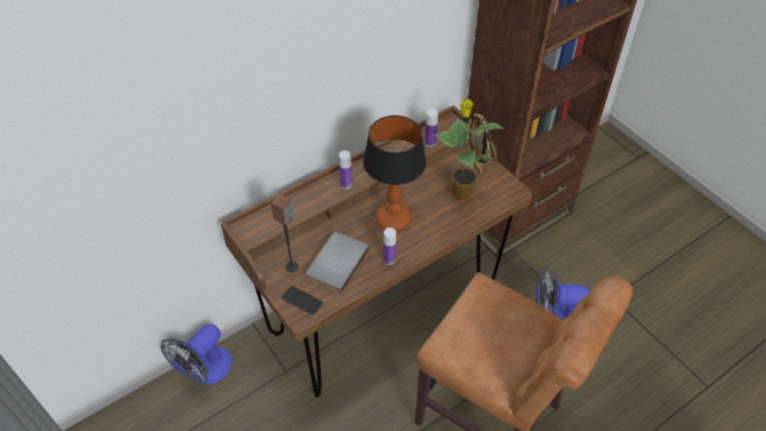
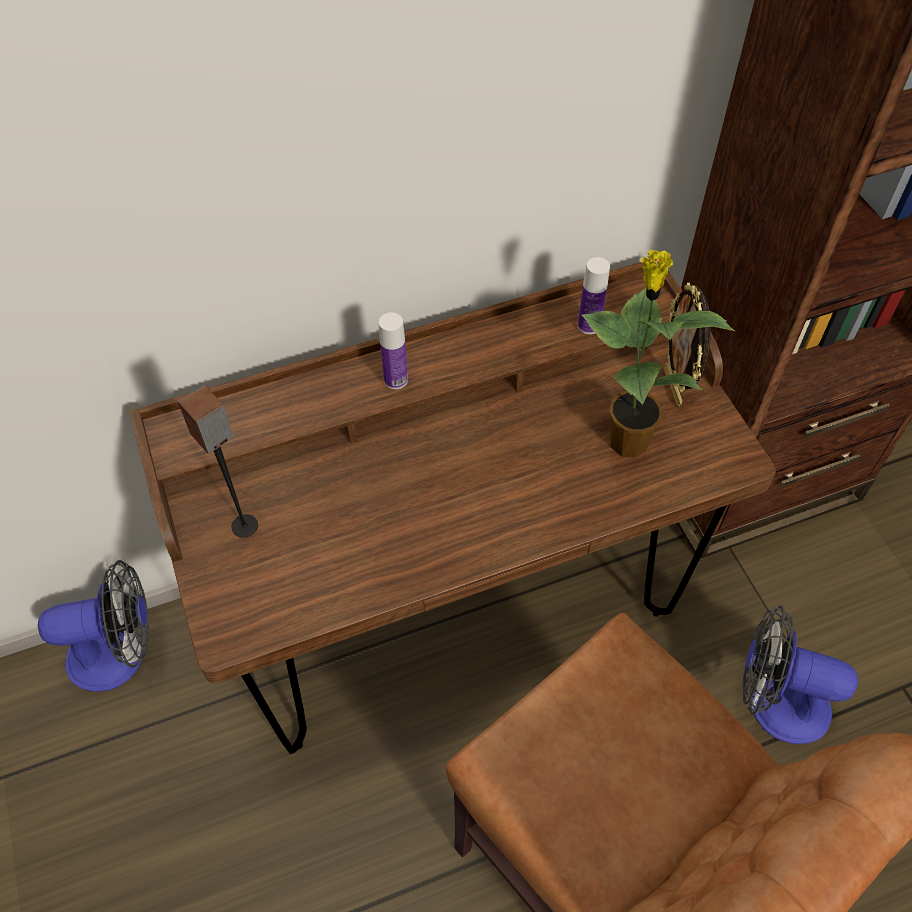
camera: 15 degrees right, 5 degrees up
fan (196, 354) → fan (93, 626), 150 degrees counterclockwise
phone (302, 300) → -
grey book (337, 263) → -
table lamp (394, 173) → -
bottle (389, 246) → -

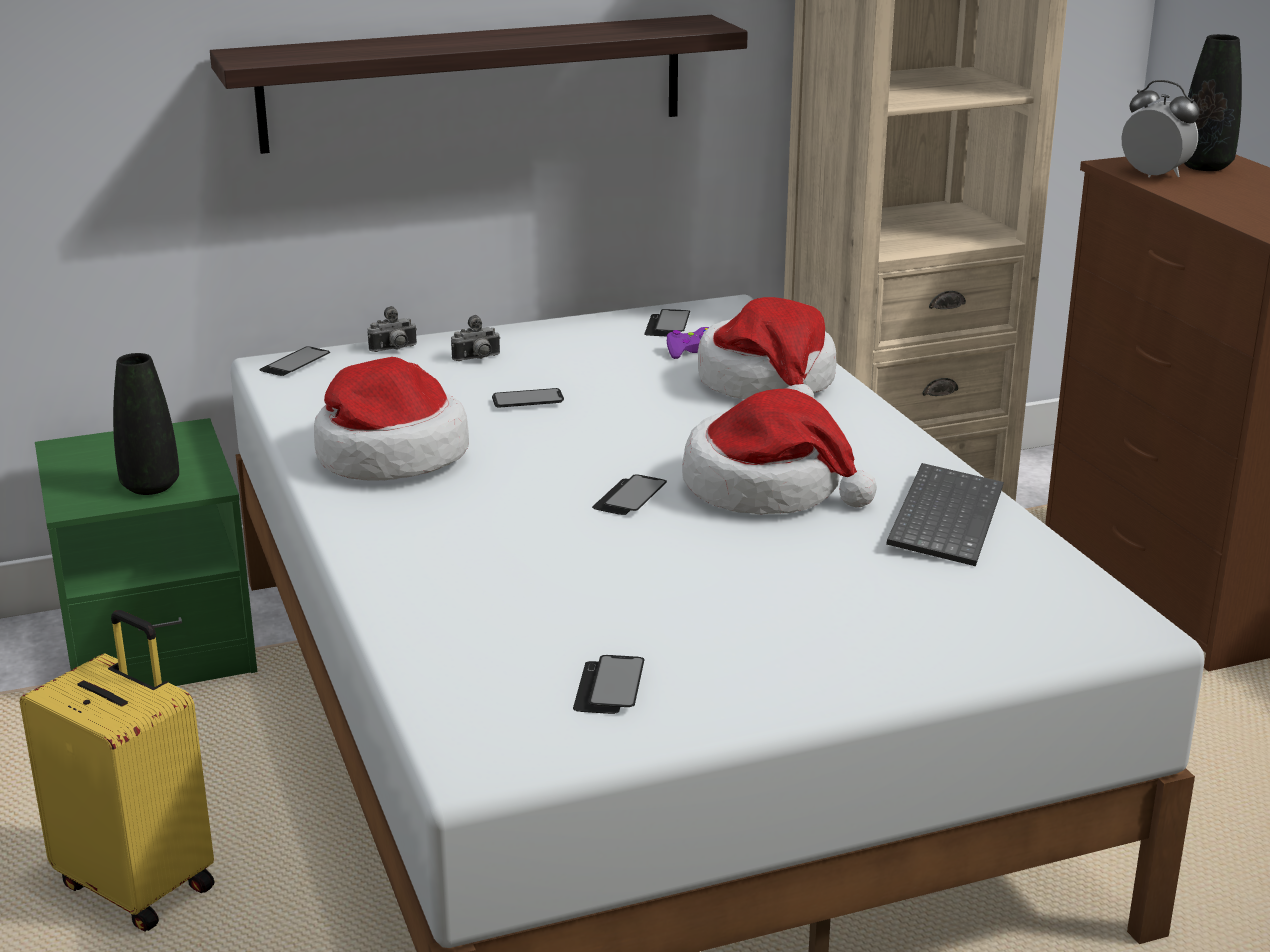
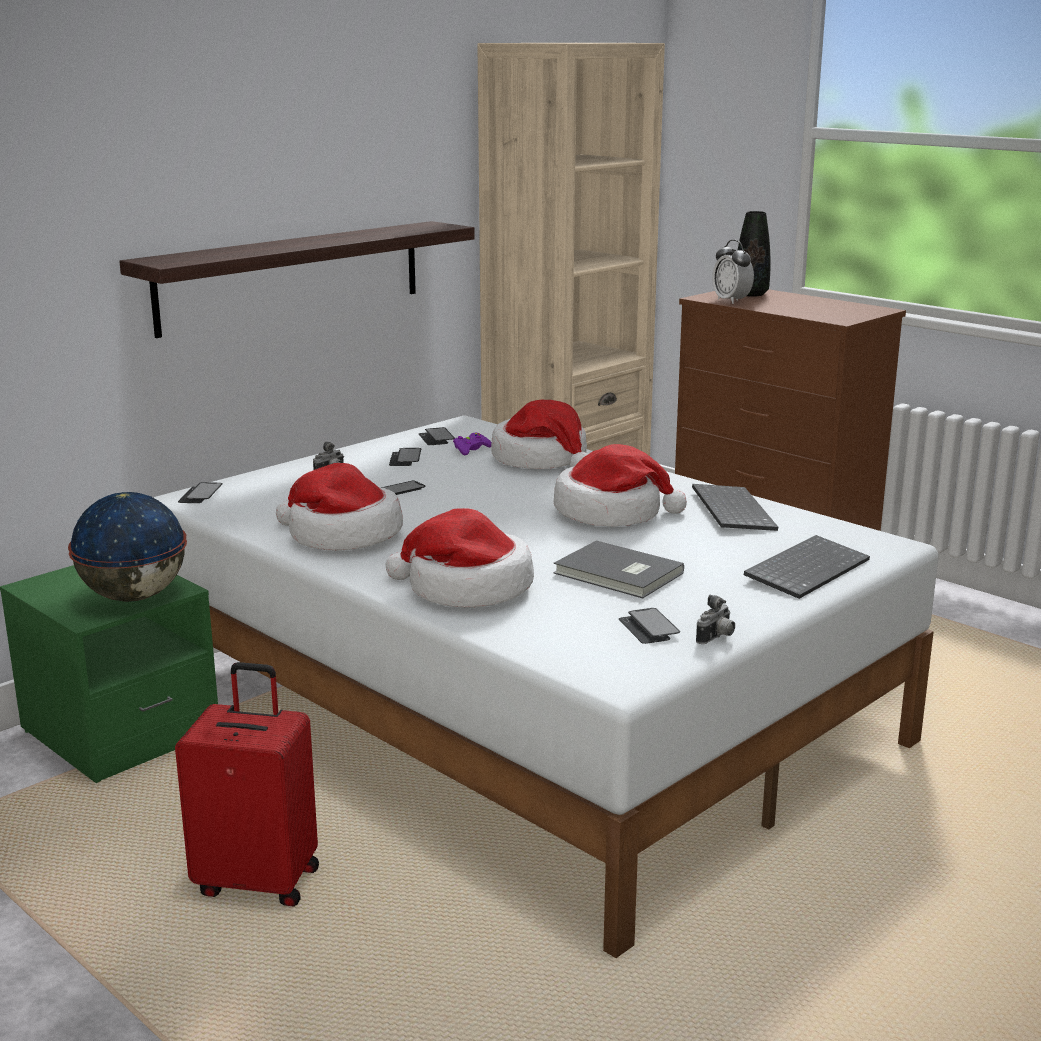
camera: 25 degrees left, 5 degrees down
black vase (146, 424) → globe (127, 547)
yellow suitcase (117, 771) → red suitcase (247, 784)
- → hat (460, 558)
phone (629, 494) → phone (405, 457), relocated
- → grey book (618, 569)
photo camera (392, 329) → photo camera (715, 619), relocated
alarm clock (1160, 128) → alarm clock (733, 272), 135 degrees counterclockwise
- → keyboard (807, 567)

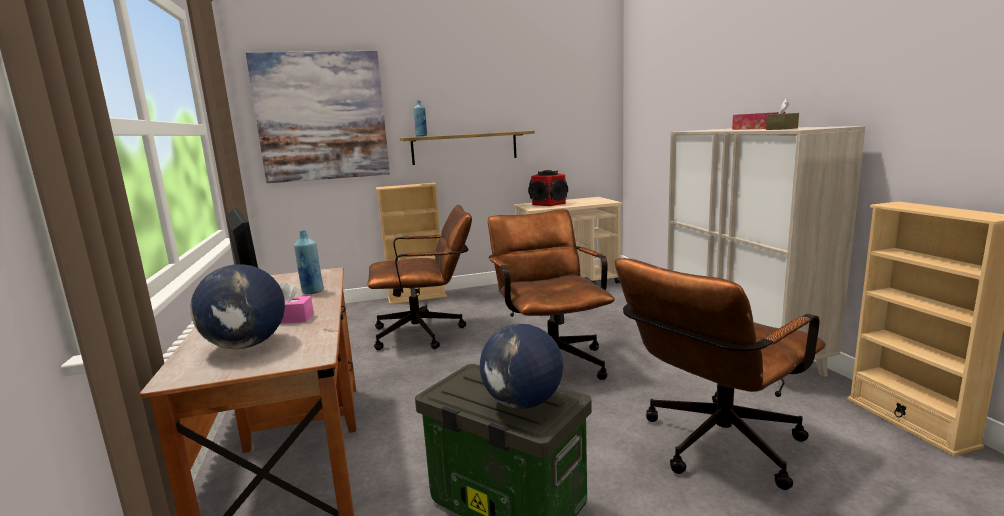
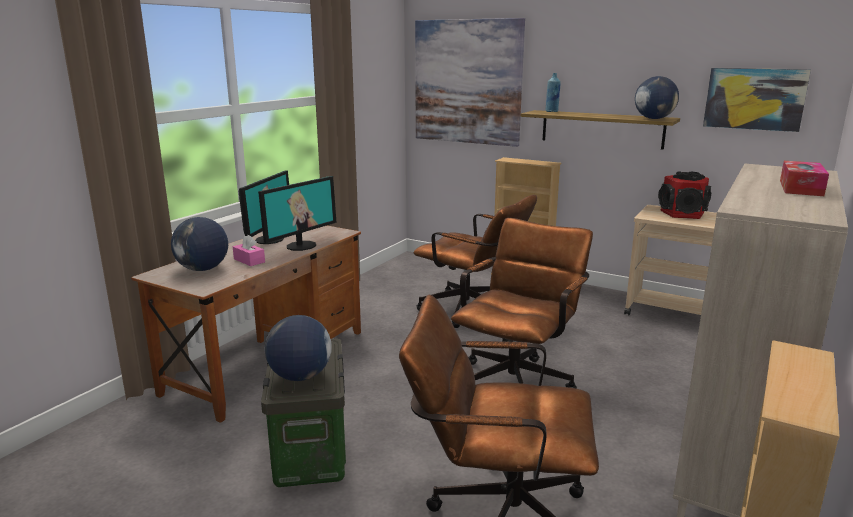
camera: 45 degrees right, 5 degrees up
blue bottle (309, 262) → monitor (297, 213)
- → globe (657, 97)
- → picture (757, 100)
brown tissue box (782, 114) → -

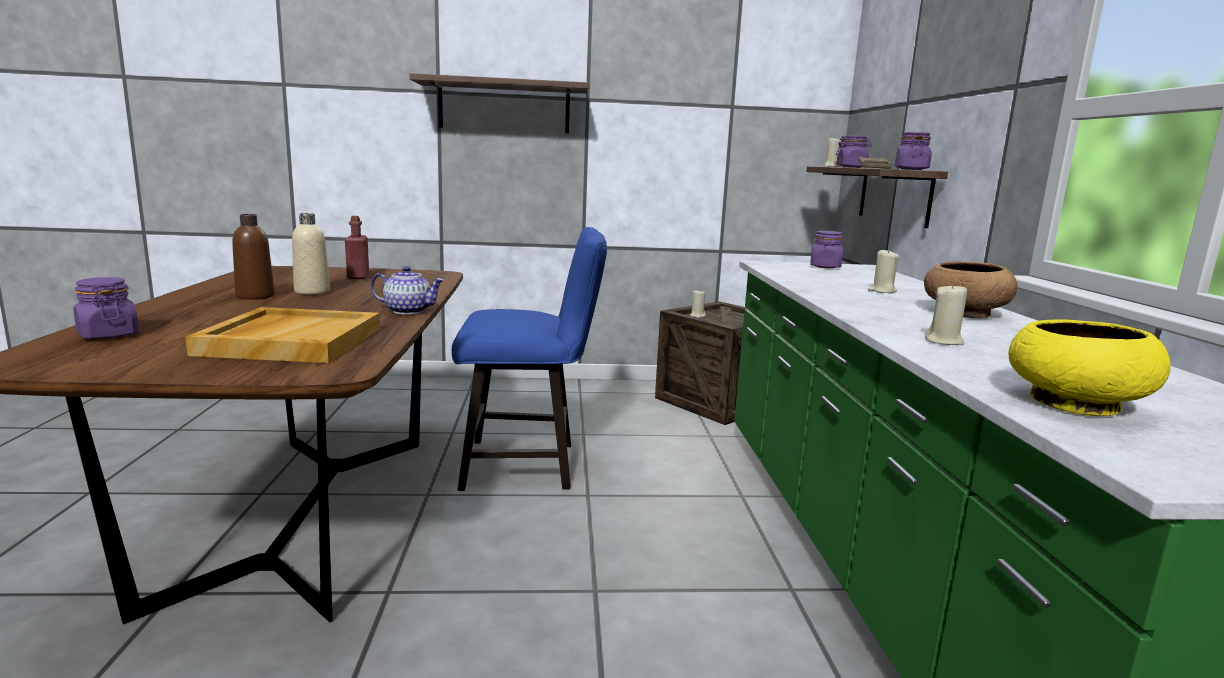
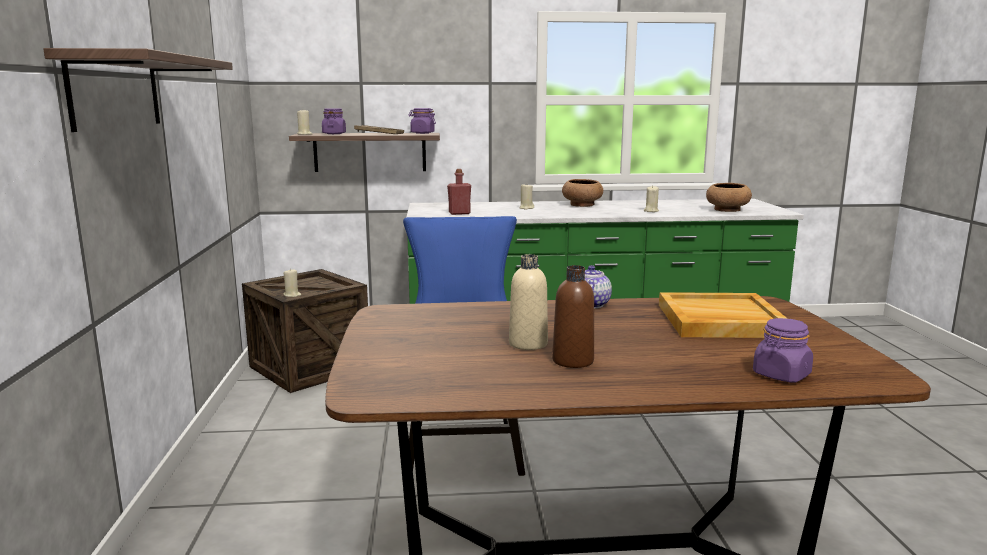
camera: 90 degrees left, 0 degrees up
red bottle (357, 247) → red bottle (459, 192), relocated
yellow bowl (1089, 367) → brown bowl (729, 197)
purple jar (826, 249) → -

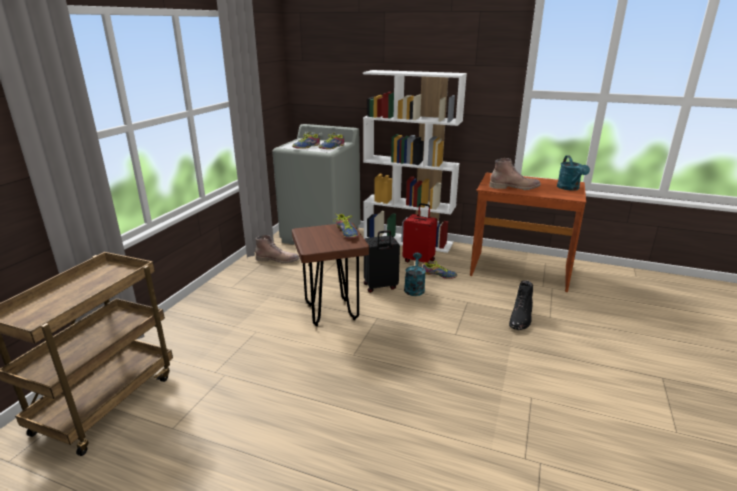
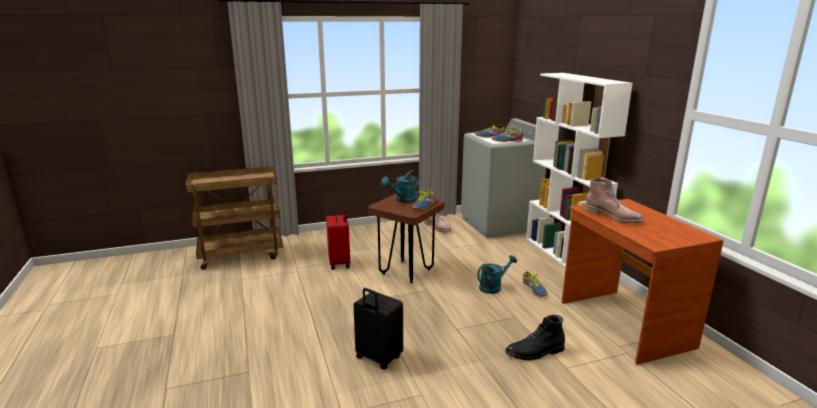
camera: 50 degrees right, 5 degrees down
red suitcase (420, 233) → red suitcase (338, 237), relocated
black suitcase (382, 261) → black suitcase (378, 329), relocated
turquoise watering can (573, 173) → turquoise watering can (400, 186), relocated

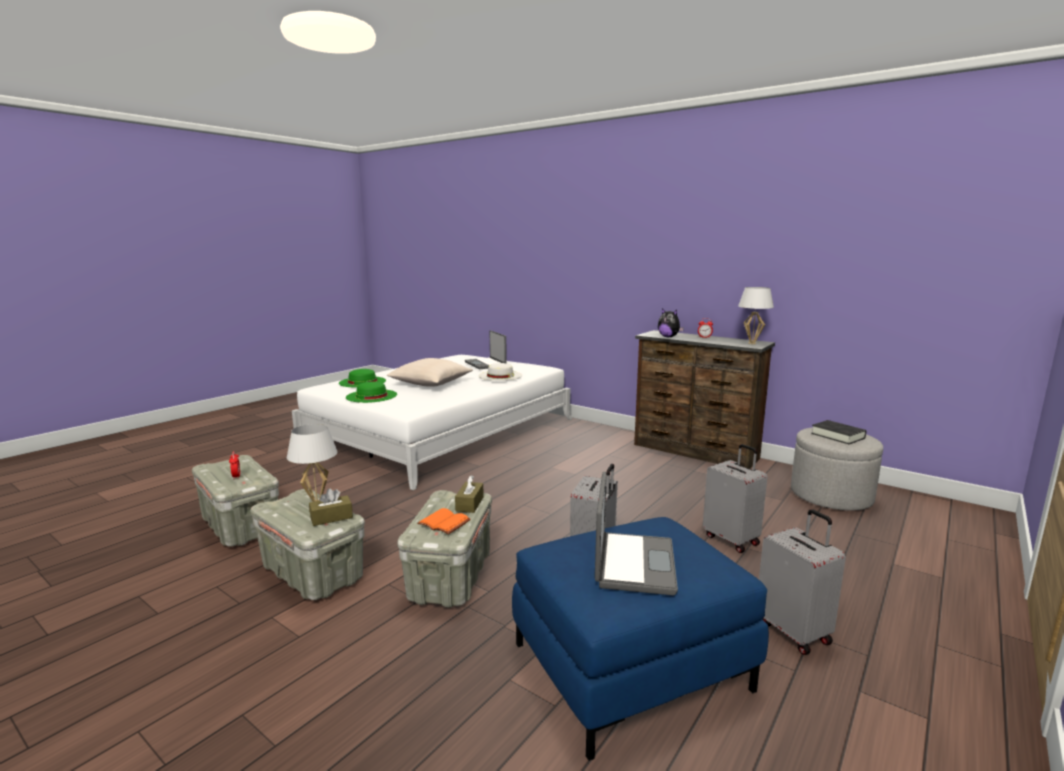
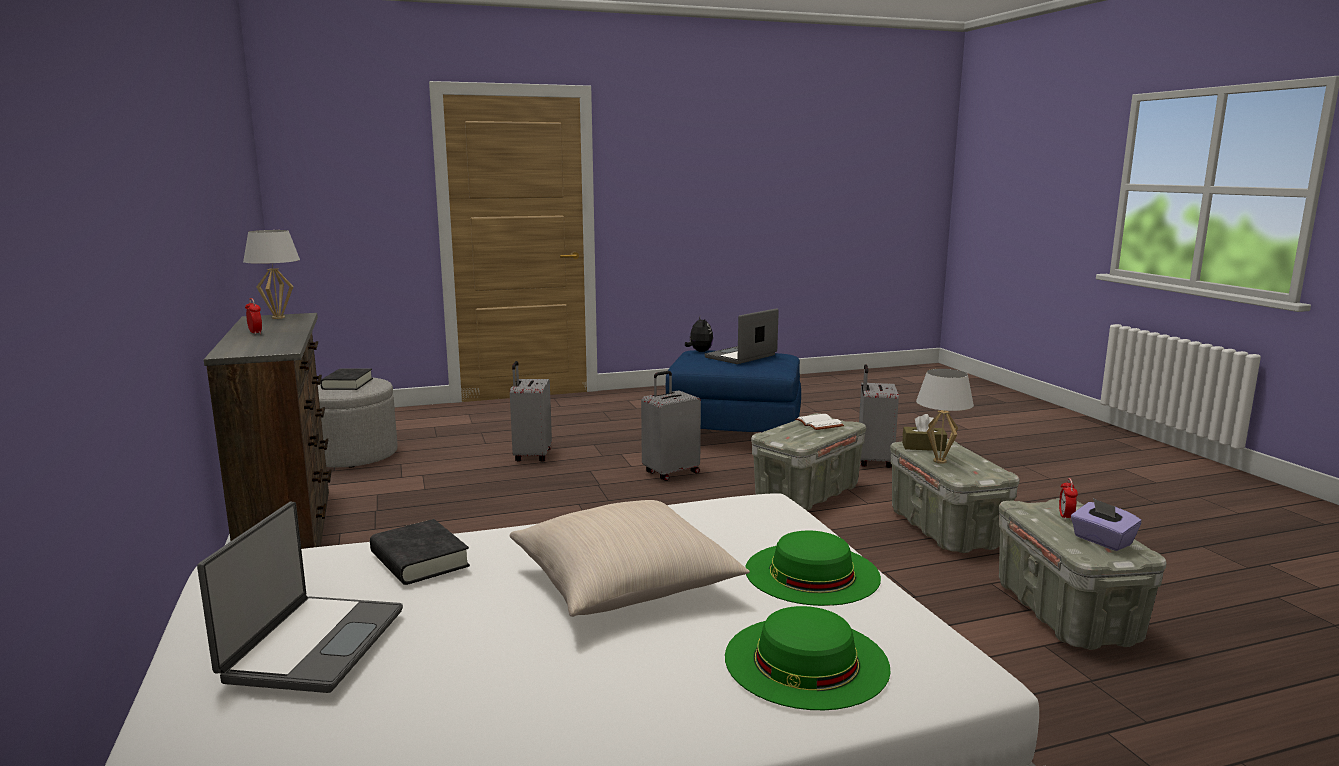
camera: 145 degrees left, 0 degrees up
white hat (500, 372) → black book (420, 552)
plush toy (671, 323) → plush toy (699, 334), relocated
orange book (444, 521) → white book (819, 422)
grey suitcase (802, 582) → grey suitcase (879, 416), relocated
- → purple tissue box (1106, 524)
brown tissue box (469, 494) → -

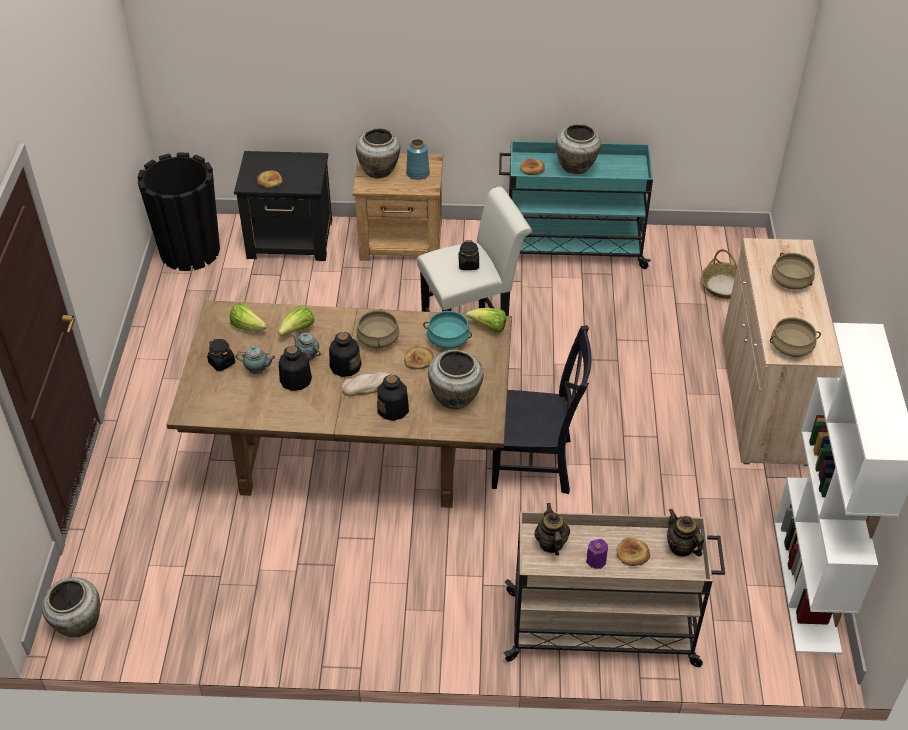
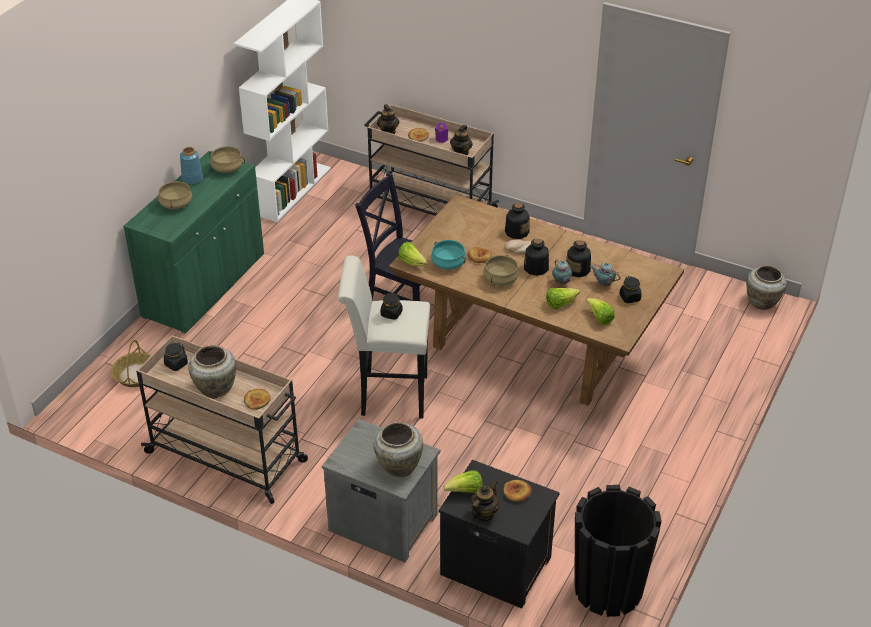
camera: 155 degrees left, 5 degrees down
beige cabinet (782, 352) → green cabinet (193, 242)
turquoise cart (576, 205) → beige cart (222, 419)
- → black jar (176, 357)
blue vase (418, 159) → blue vase (191, 165), relocated
brown nightstand (398, 207) → grey nightstand (381, 490)
- → lettuce (463, 481)
- → teapot (484, 501)
beige vase (456, 379) → -

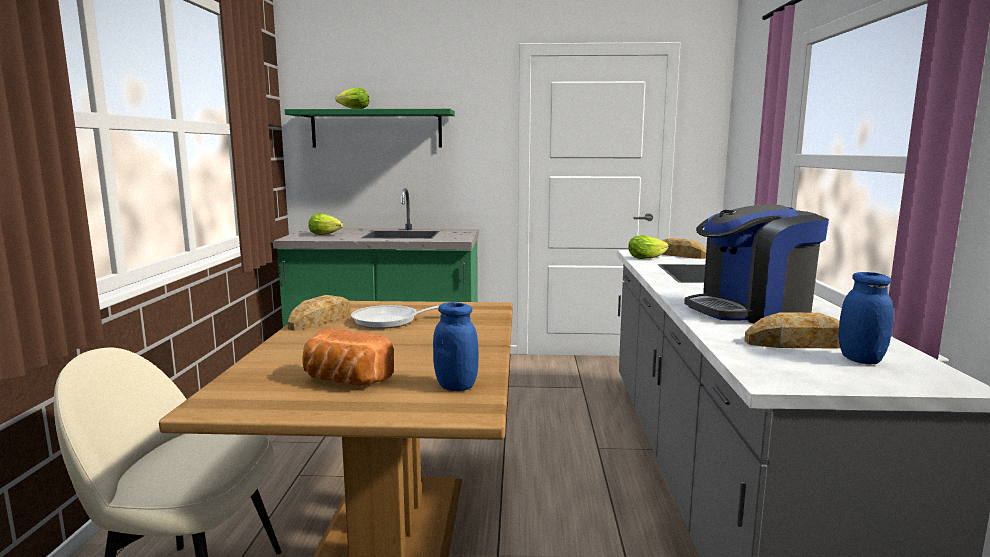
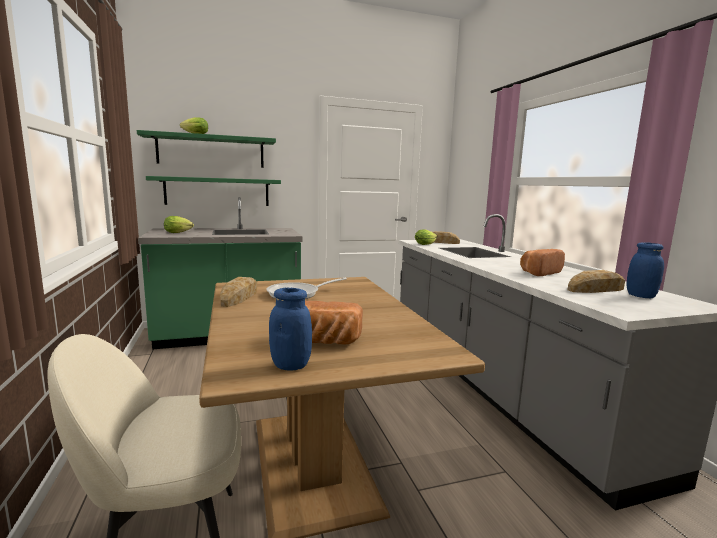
camera: 20 degrees left, 0 degrees up
- → green shelf (213, 191)
blue jar (456, 346) → blue jar (290, 329), relocated
coffee machine (756, 263) → bread (542, 262)

